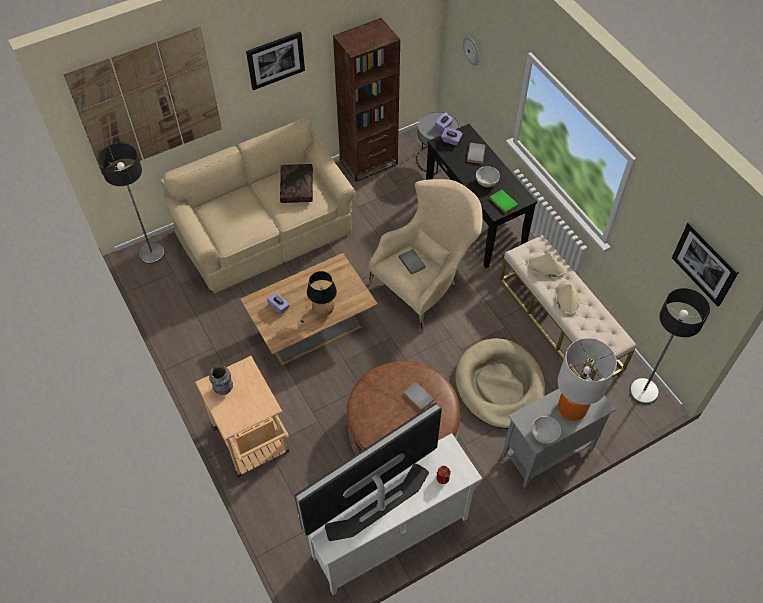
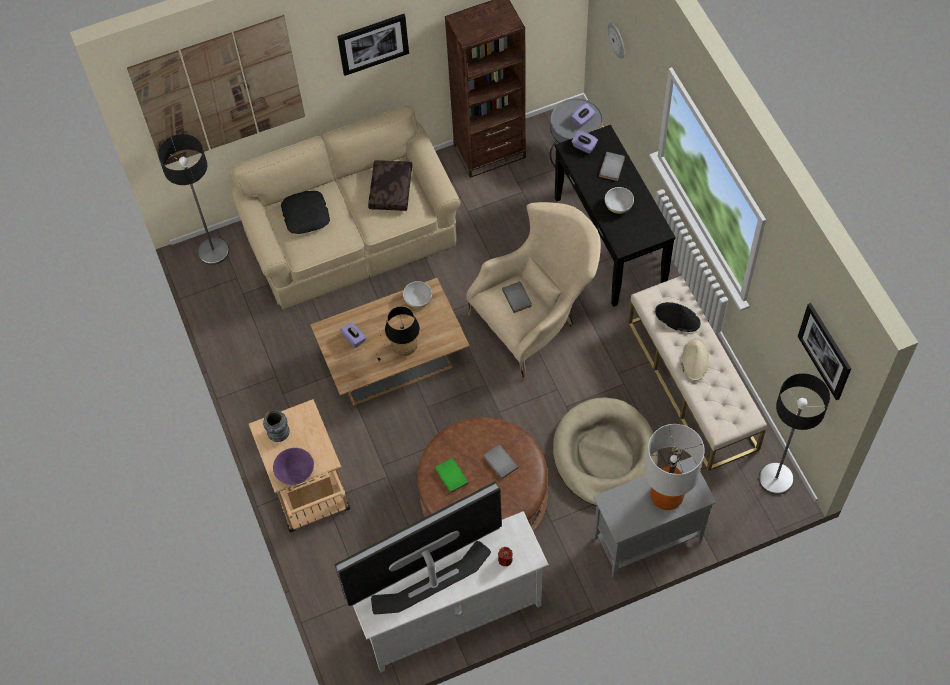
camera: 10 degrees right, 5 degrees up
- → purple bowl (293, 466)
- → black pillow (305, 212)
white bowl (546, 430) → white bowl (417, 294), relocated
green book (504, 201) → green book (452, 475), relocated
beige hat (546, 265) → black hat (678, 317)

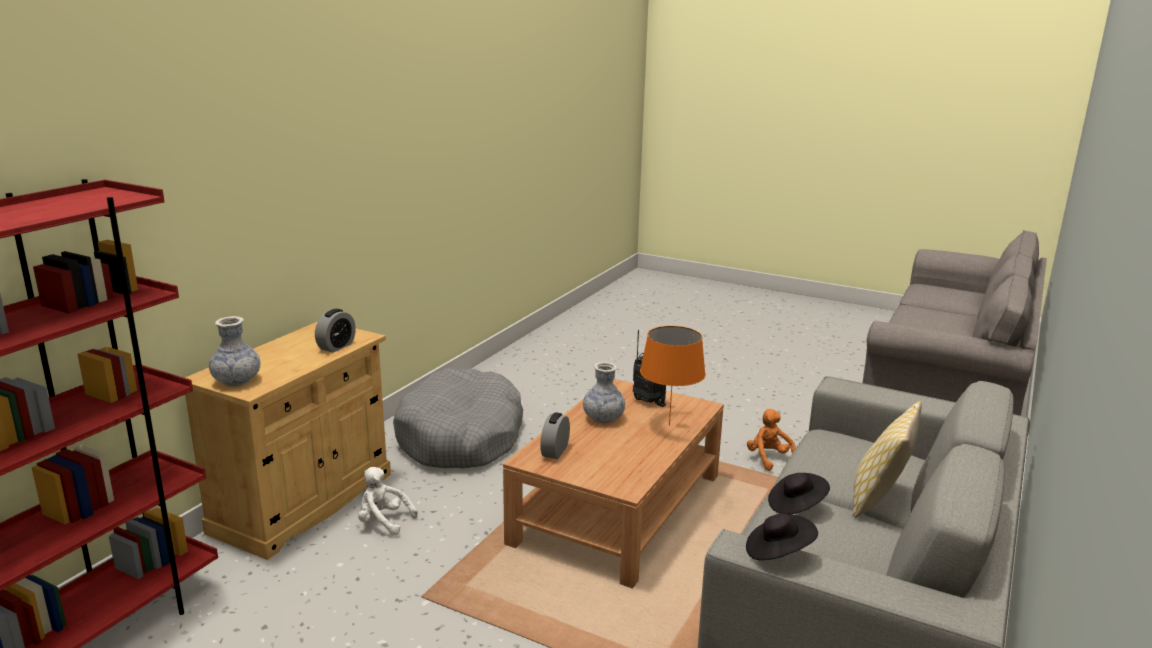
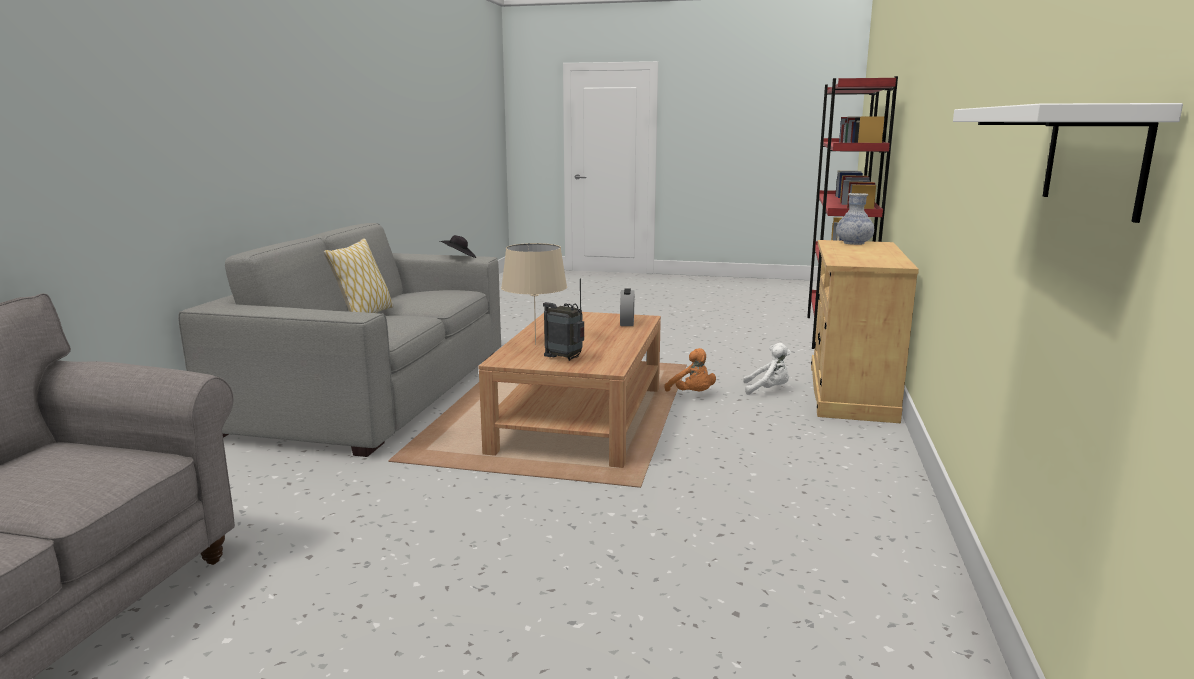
camera: 165 degrees right, 5 degrees down
orange table lamp (673, 376) → beige table lamp (534, 294)
orange plush toy (771, 440) → orange plush toy (690, 370), relocated
- → white shelf (1068, 163)
alarm clock (335, 330) → -
grey dog bed (458, 418) → -
vase (604, 393) → -
black hat (799, 493) → -

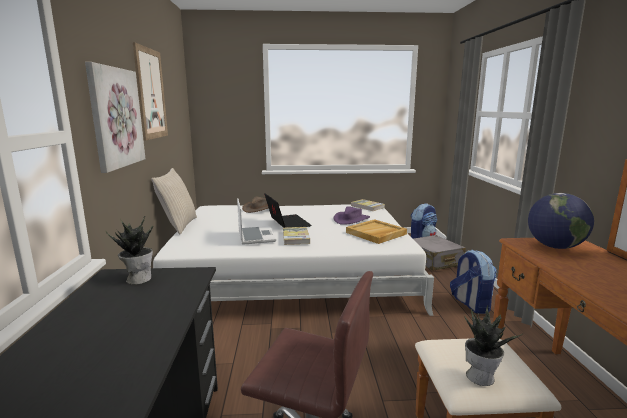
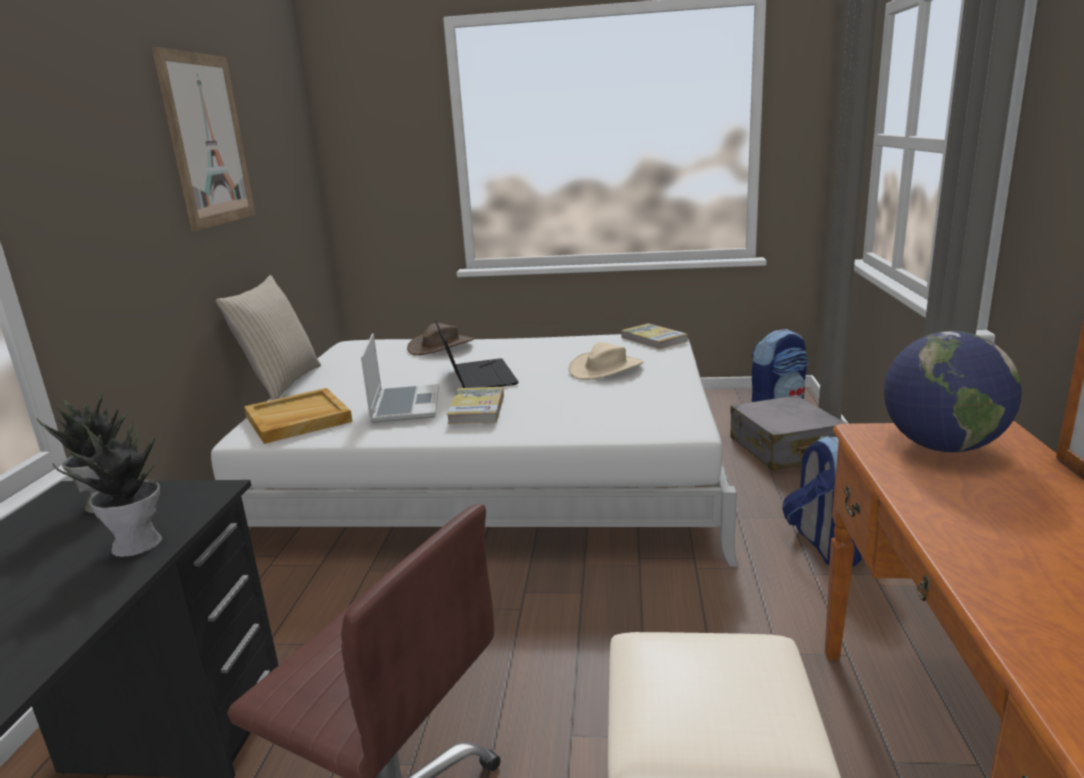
camera: 10 degrees right, 5 degrees up
potted plant (493, 345) → potted plant (107, 489), relocated
beige tray (376, 231) → beige tray (298, 416), relocated
purple hat (352, 215) → beige hat (606, 361)
picture (115, 117) → -

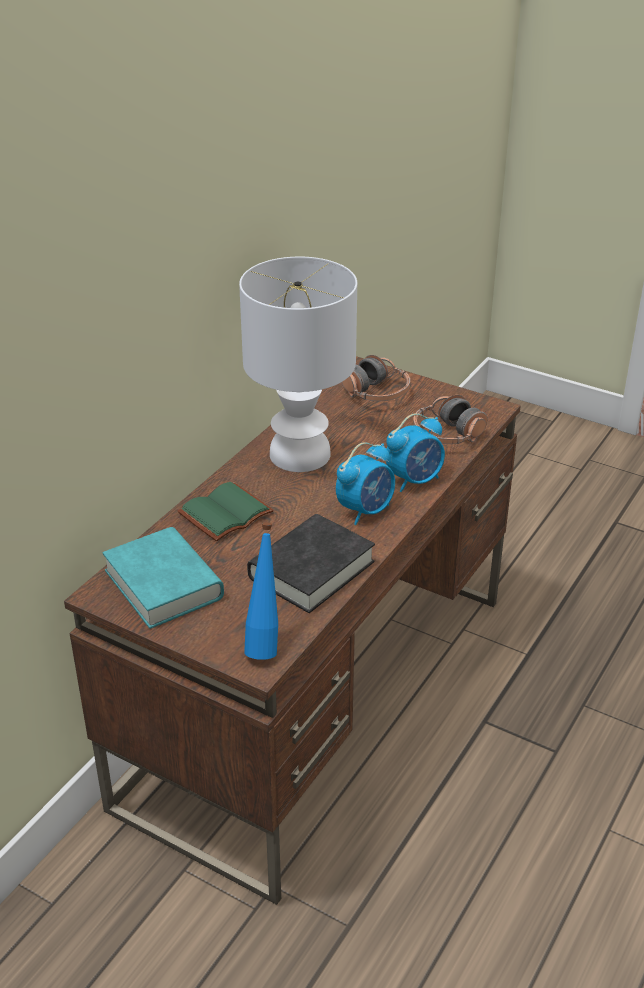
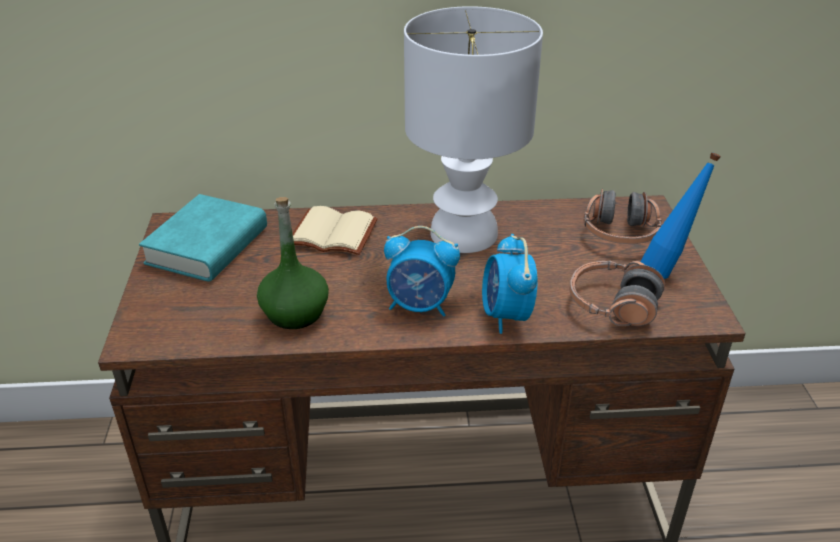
camera: 55 degrees right, 0 degrees up
black book (311, 563) → green bottle (293, 263)
green book (226, 511) → beige book (335, 230)
alarm clock (415, 452) → alarm clock (510, 284), 60 degrees clockwise
blue bottle (261, 591) → blue bottle (680, 215), relocated

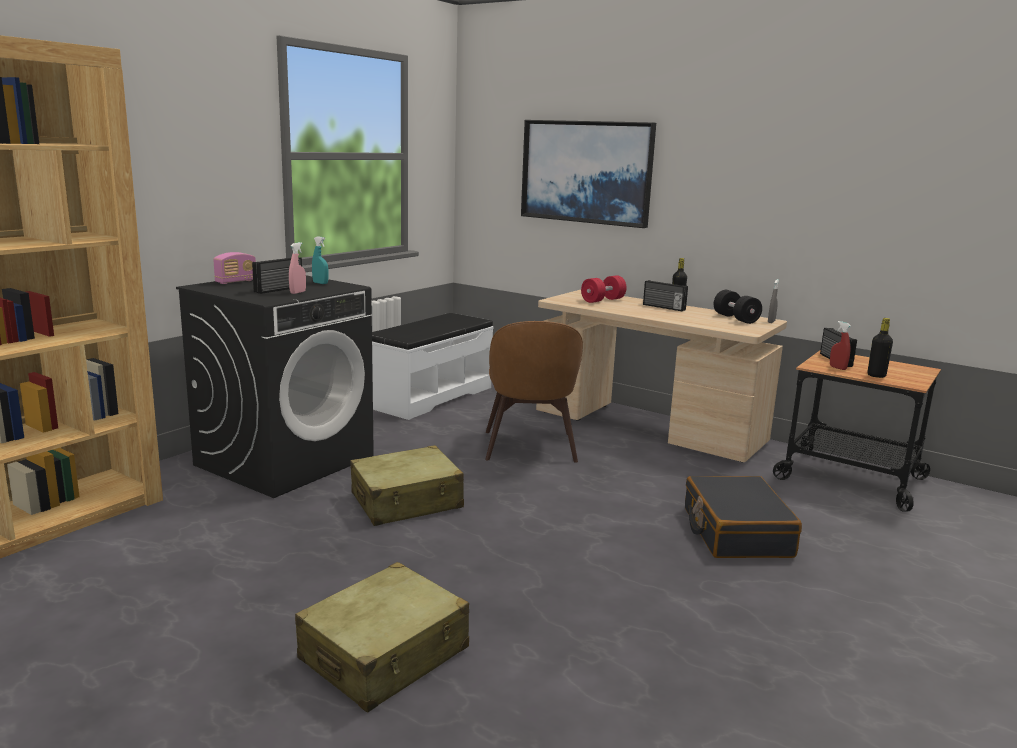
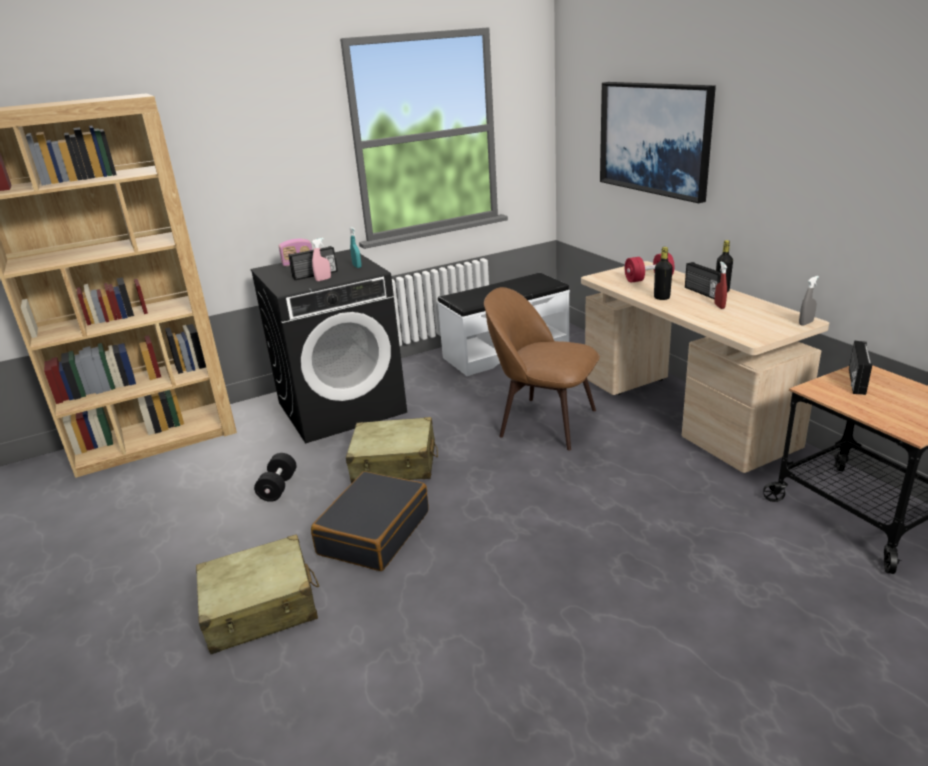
camera: 30 degrees right, 10 degrees up
black dumbbell (738, 307) → black dumbbell (275, 477), relocated
black suitcase (743, 517) → black suitcase (370, 521), relocated
brown chair (534, 392) → brown chair (542, 369), 90 degrees clockwise
black bottle (880, 348) → black bottle (663, 273), relocated
red spray bottle (840, 345) → red spray bottle (720, 285), relocated

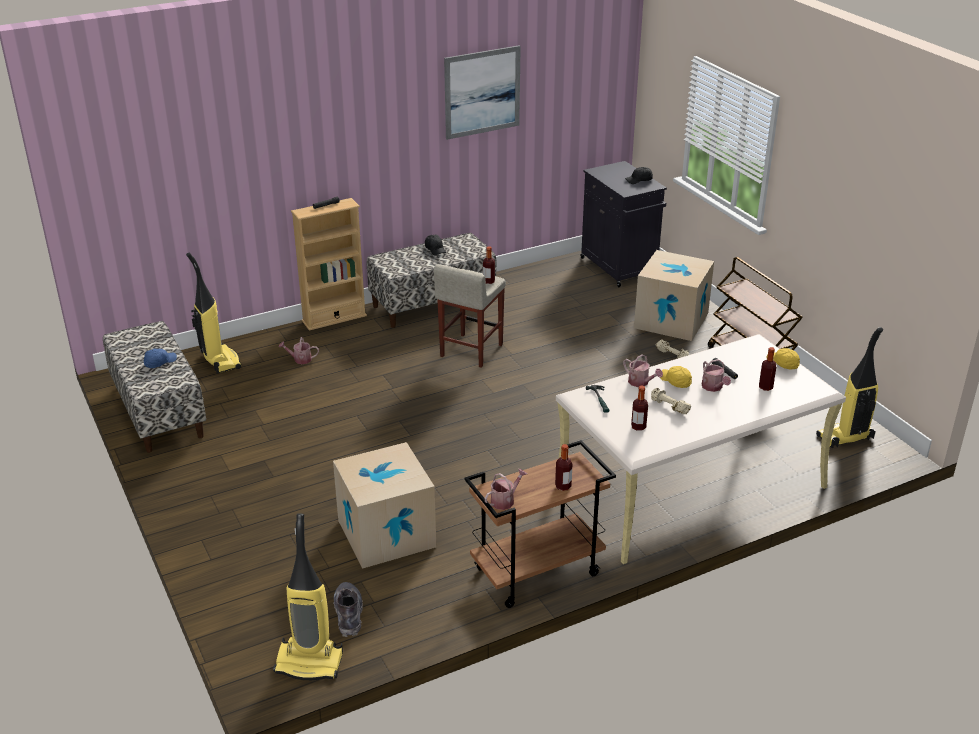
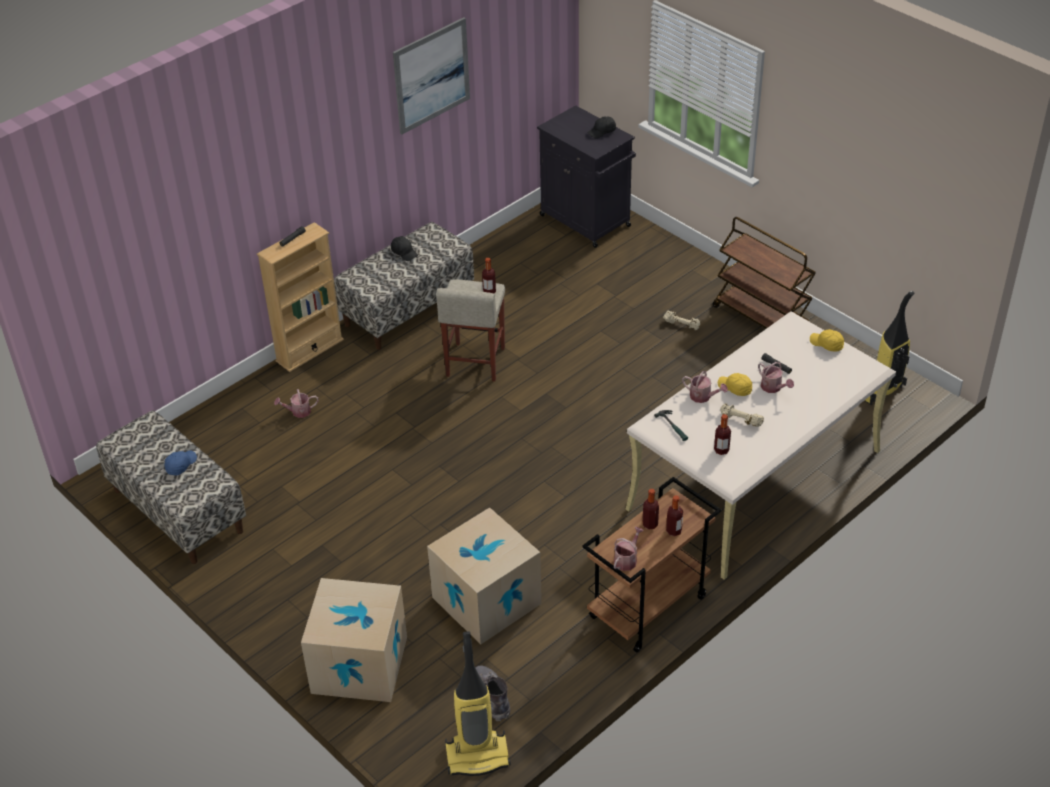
camera: 15 degrees left, 10 degrees up
cardboard box (674, 295) → cardboard box (354, 640), relocated
bottle (767, 369) → bottle (651, 509), relocated
vacuum cleaner (214, 313) → -

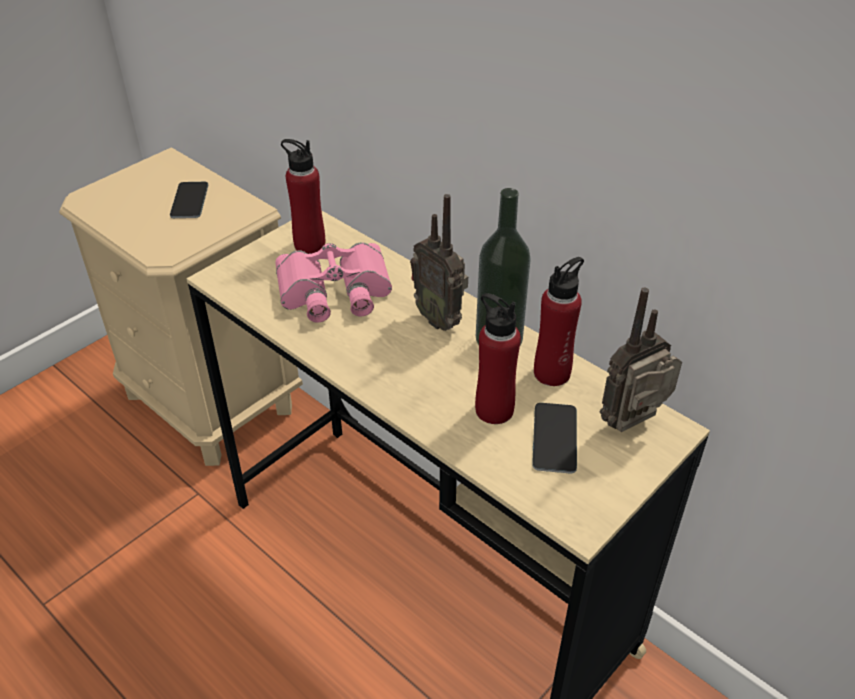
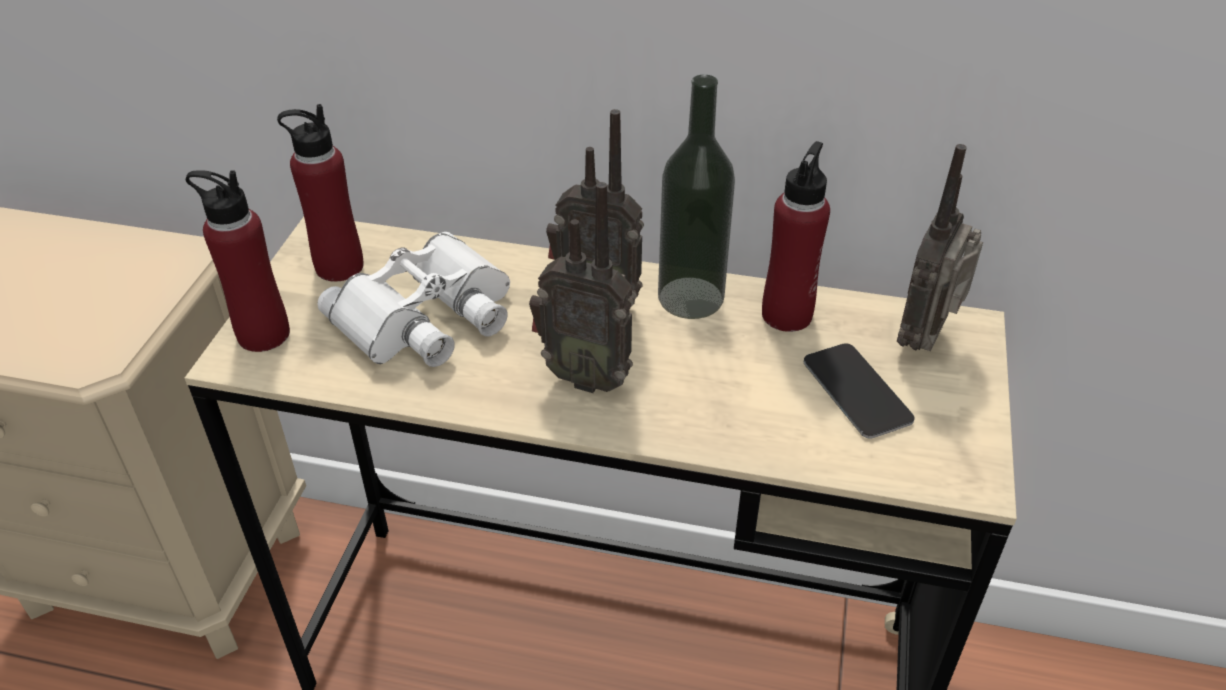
camera: 30 degrees left, 0 degrees up
red bottle (498, 358) → red bottle (238, 261), relocated
pink binoculars (333, 282) → white binoculars (413, 299)
- → radio (581, 287)
phone (189, 200) → -

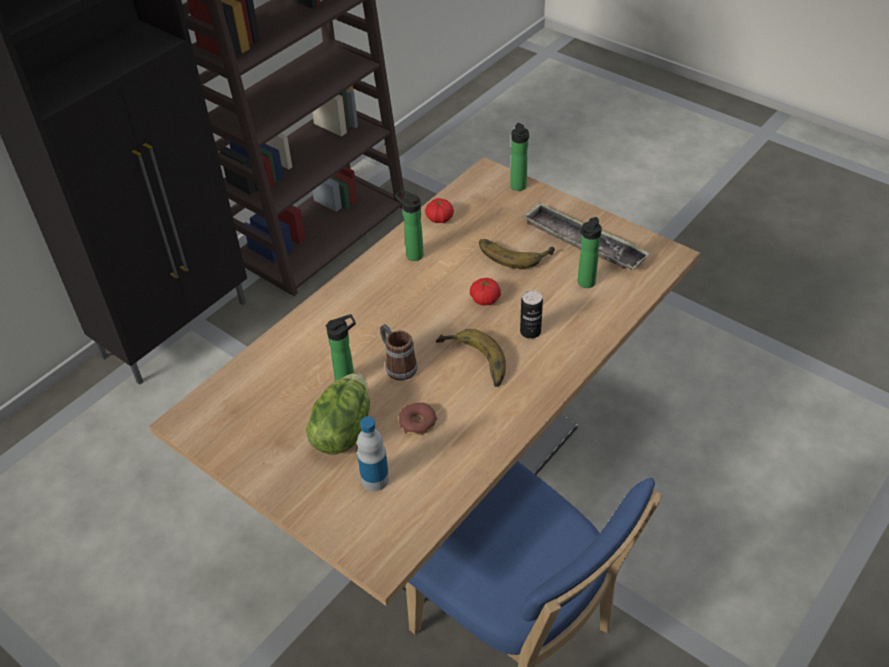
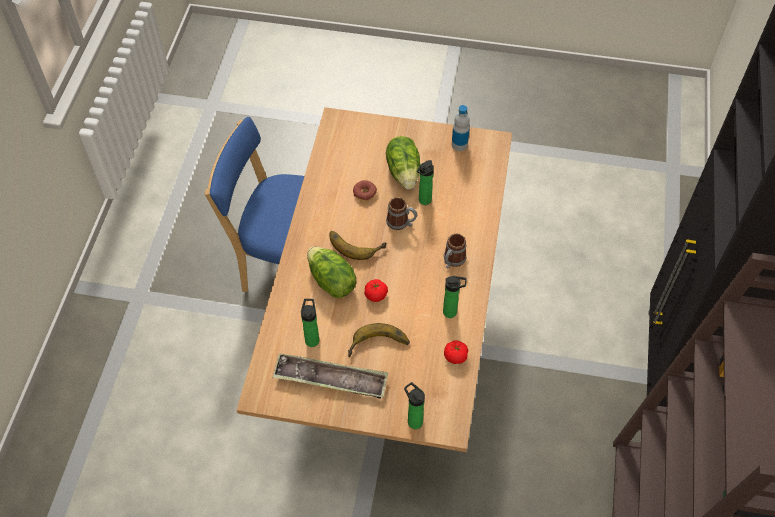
camera: 150 degrees right, 10 degrees up
can (531, 314) → lettuce (331, 272)
- → mug (455, 251)
bottle (373, 453) → bottle (461, 128), relocated

